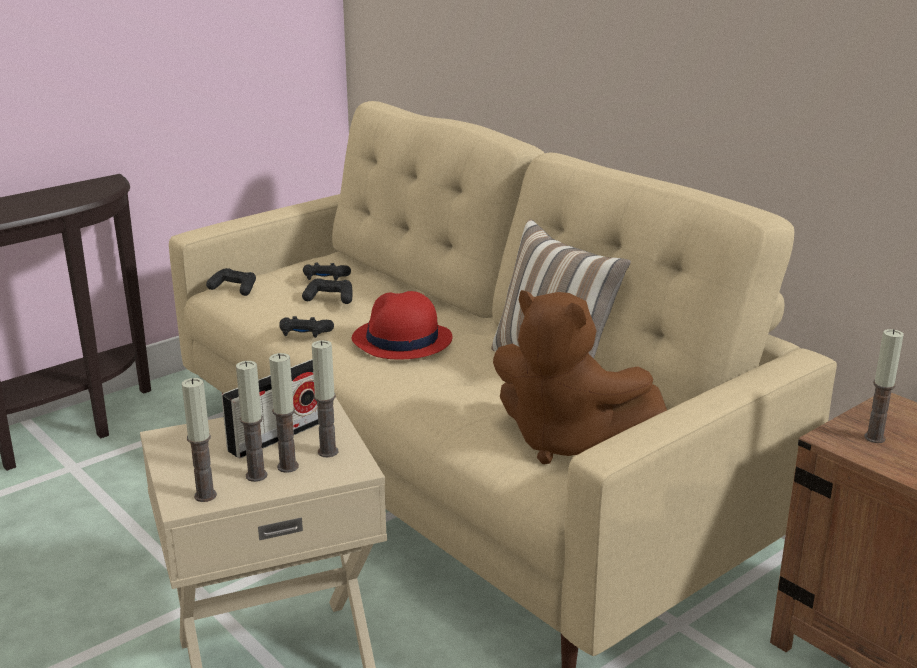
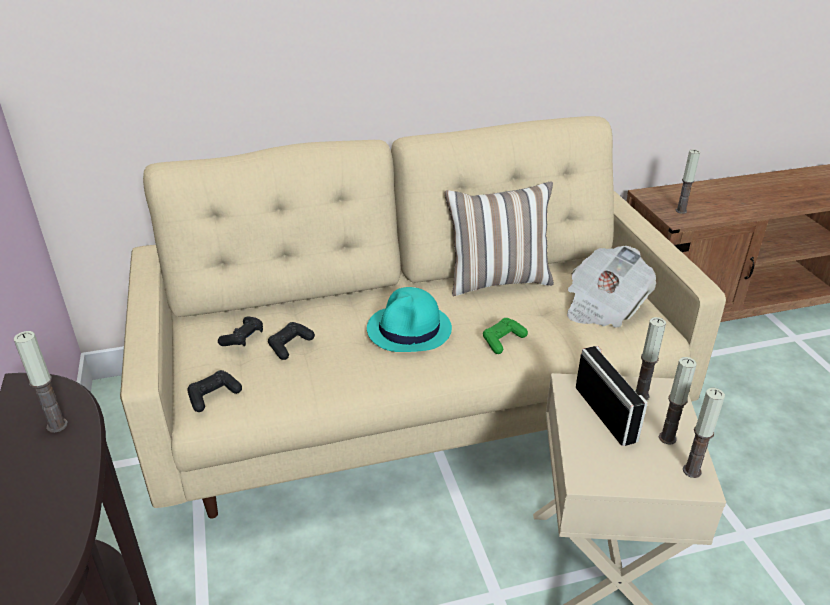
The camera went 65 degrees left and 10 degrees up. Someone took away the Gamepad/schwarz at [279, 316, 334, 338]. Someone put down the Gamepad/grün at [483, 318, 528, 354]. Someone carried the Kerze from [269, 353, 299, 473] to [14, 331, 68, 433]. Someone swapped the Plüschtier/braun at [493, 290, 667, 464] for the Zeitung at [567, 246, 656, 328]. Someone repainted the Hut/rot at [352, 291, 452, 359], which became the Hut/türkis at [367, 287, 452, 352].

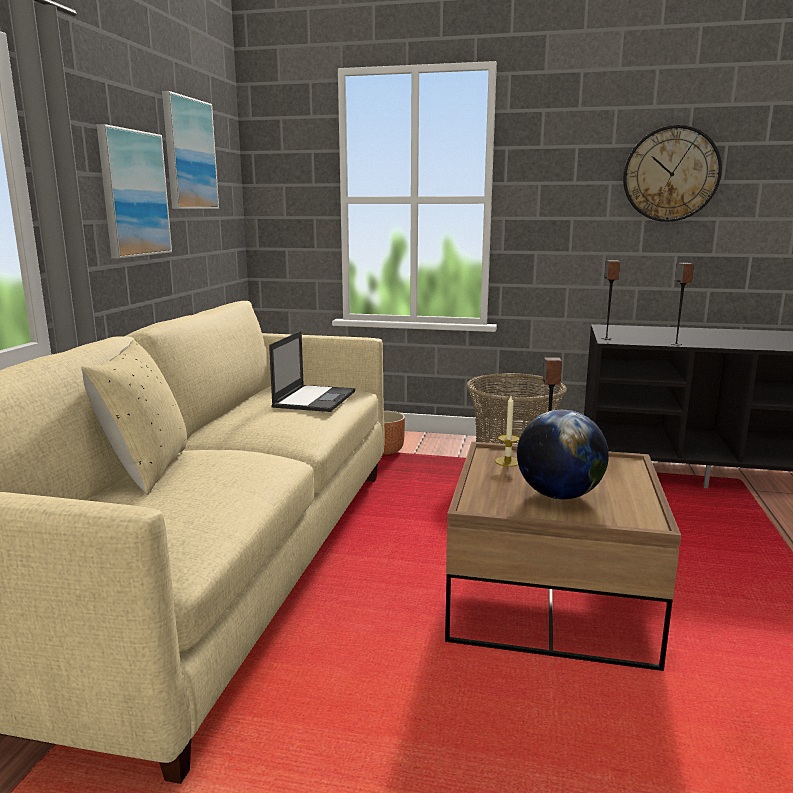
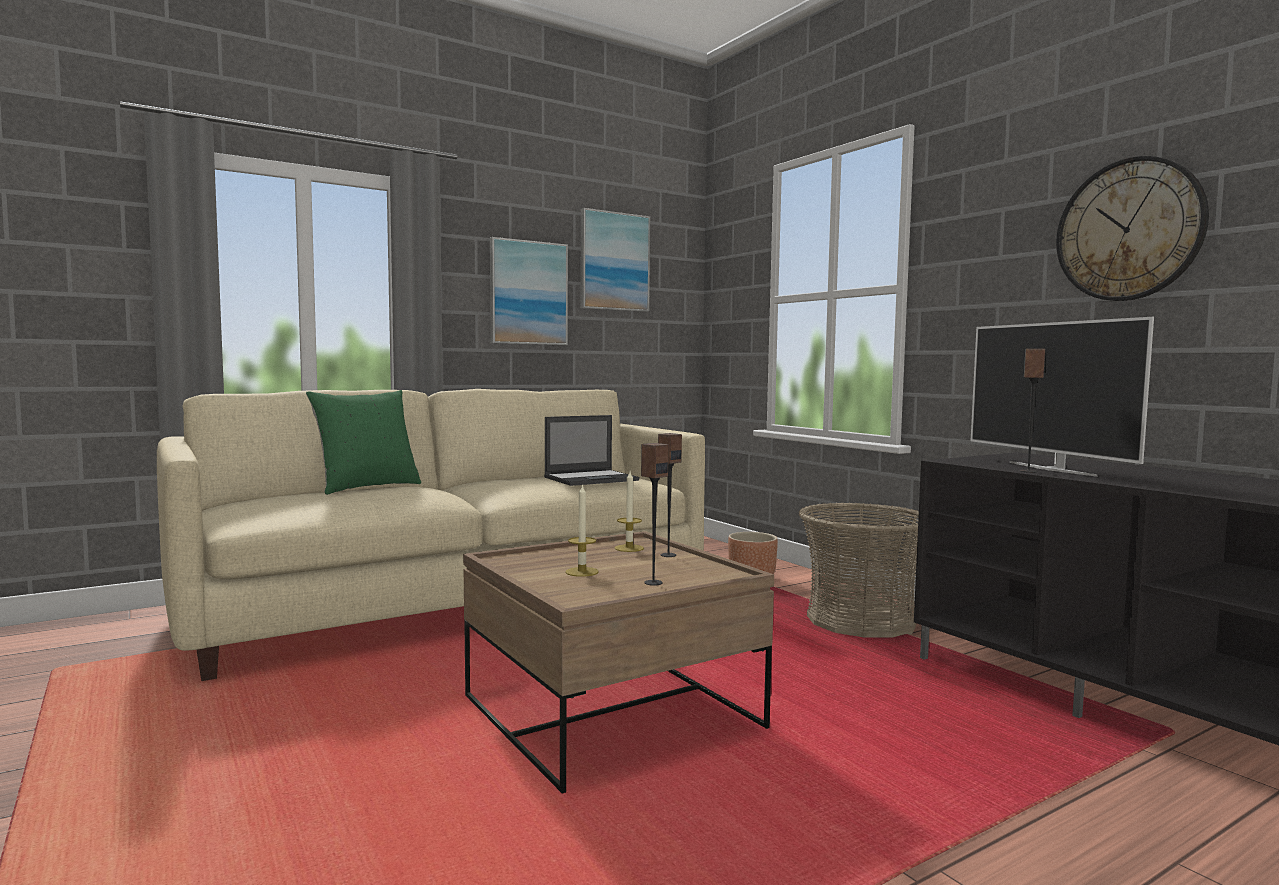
The camera went 45 degrees right and 10 degrees down. Someone put down the Fernseher at [971, 317, 1154, 477]. Someone carried the Lautsprecher from [601, 260, 620, 340] to [641, 443, 669, 586]. Someone swapped the Globus at [517, 410, 609, 499] for the Kerze at [565, 483, 599, 577]. Someone repainted the Kissen/beige at [81, 340, 187, 495], which became the Kissen/grün at [306, 390, 421, 495].

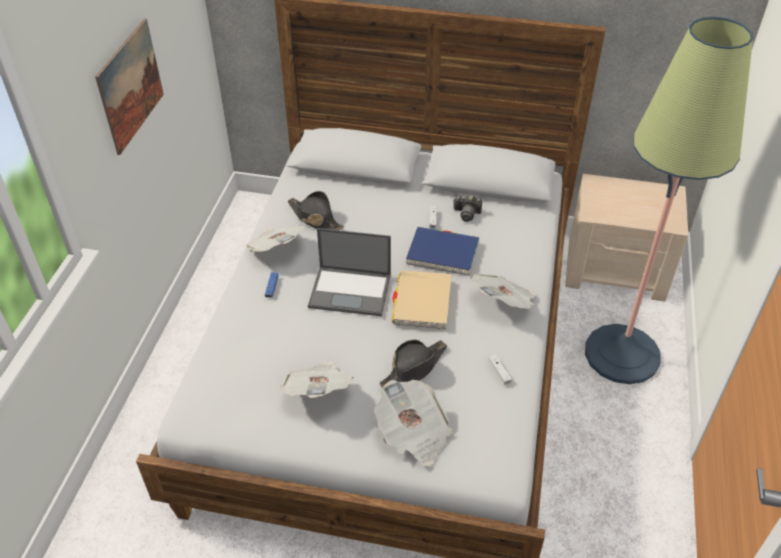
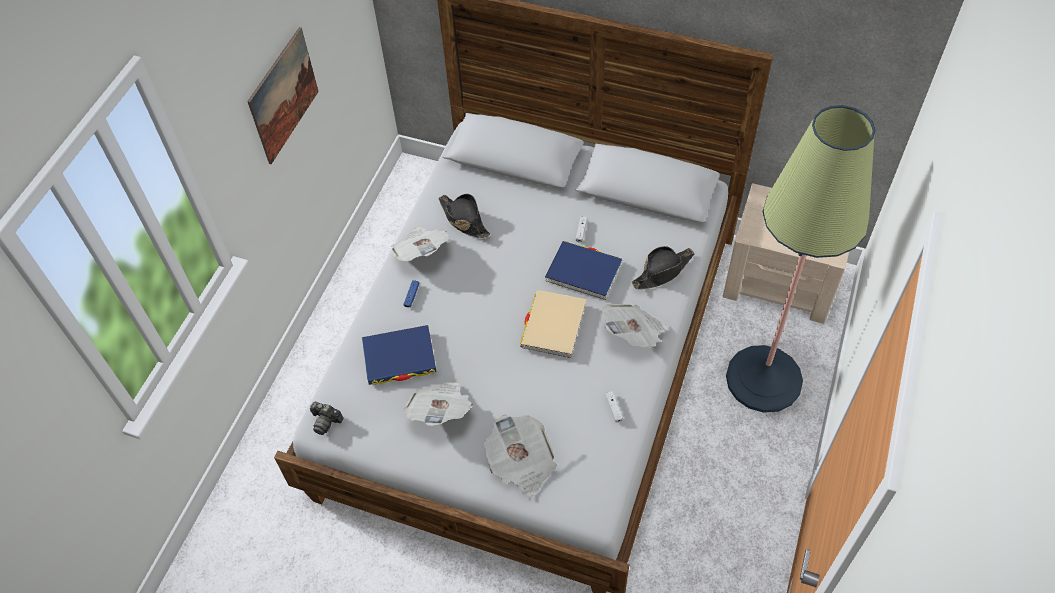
The camera went 10 degrees right and 10 degrees up. Someone took away the Laptop at [308, 228, 391, 316]. Someone put down the Buch/blau at [362, 325, 437, 385]. Someone carried the Hut/schwarz from [380, 340, 447, 388] to [632, 246, 694, 289]. Someone carried the Kamera from [453, 195, 482, 222] to [310, 402, 344, 435].

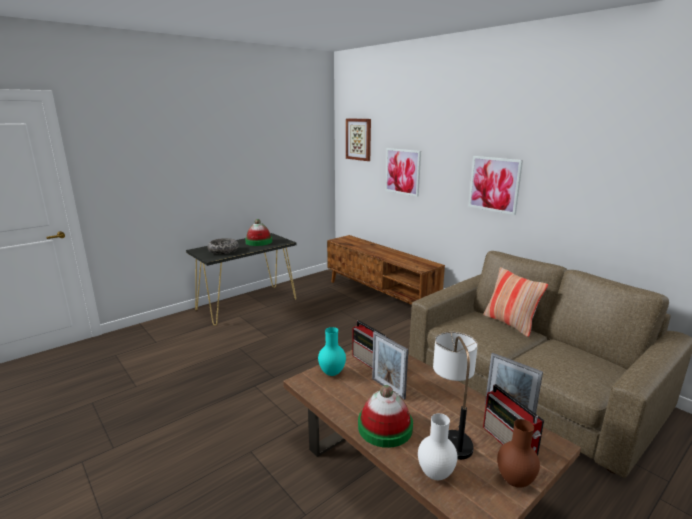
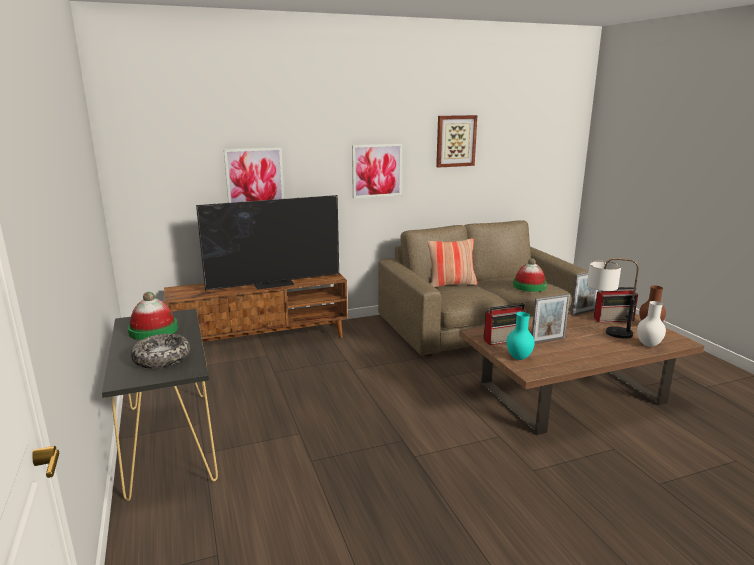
The camera went 70 degrees left and 0 degrees up. Someone put down the Fernseher at [196, 195, 339, 290]. Someone carried the Bild from [346, 118, 371, 161] to [436, 115, 477, 168]. Someone carried the Hut from [358, 385, 413, 448] to [513, 258, 547, 292].

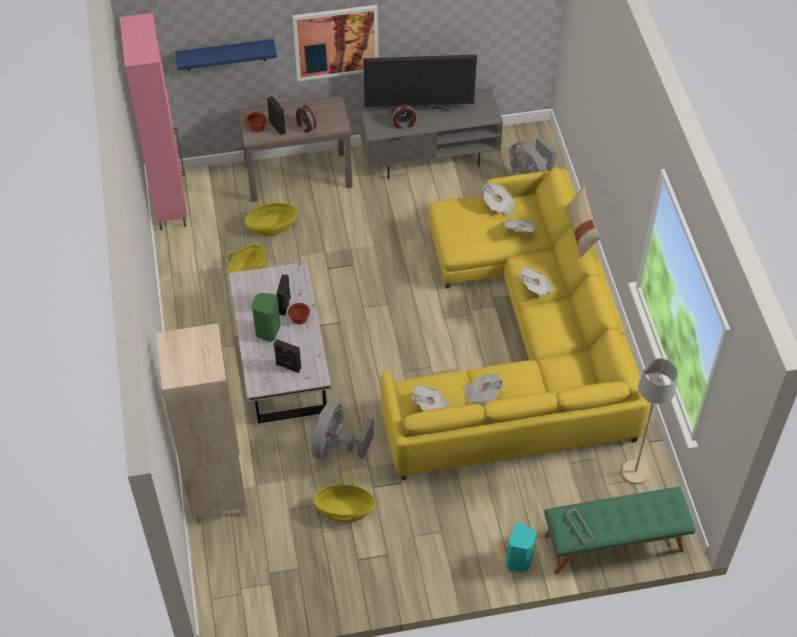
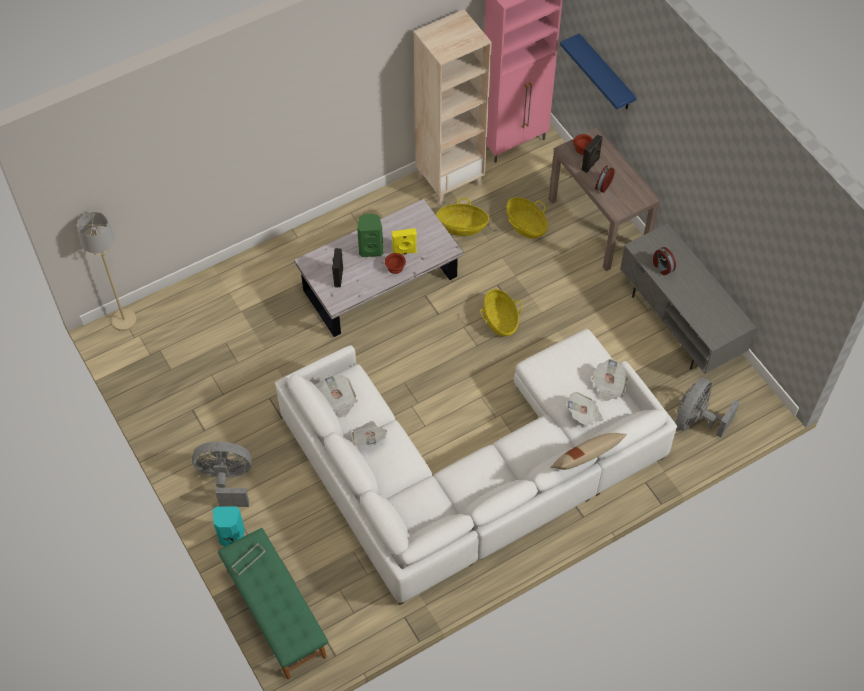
The camera went 70 degrees right and 5 degrees up. Someone took away the Bild at [292, 5, 378, 81]. Someone took away the Fernseher at [363, 55, 477, 113]. Someone took away the Zeitung at [519, 267, 556, 296]. Someone carried the Bücherregal/beige from [156, 323, 247, 524] to [413, 9, 492, 205]. Someone carried the Ventilator/grau from [311, 401, 374, 460] to [192, 442, 252, 507]. Someone carried the Korb from [314, 477, 376, 523] to [480, 289, 523, 336]. Someone carried the Stehlampe/beige from [622, 358, 678, 484] to [77, 212, 137, 331]. Someone repainted the Lautsprecher/schwarz at [276, 274, 291, 316], which became the Lautsprecher/gelb at [392, 228, 417, 255]. Someone repainted the Sofa/gelb at [381, 167, 649, 480], which became the Sofa/weiß at [275, 329, 677, 605].

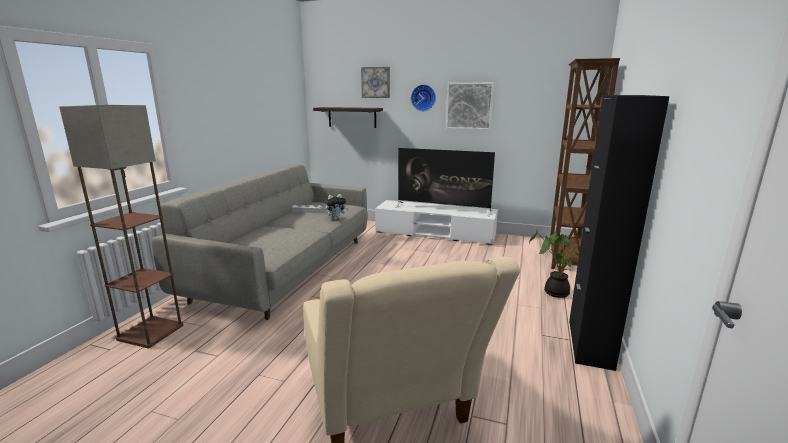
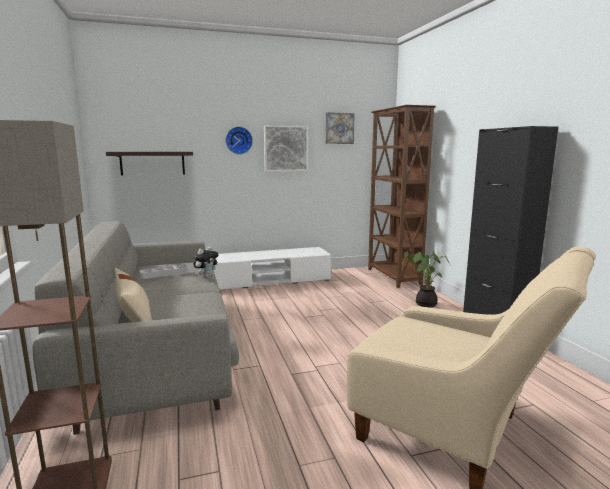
The camera went 35 degrees left and 5 degrees down. Someone took away the Fernseher at [396, 148, 495, 216]. Someone put down the Kissen/beige at [115, 268, 152, 322]. Someone carried the Bild from [361, 67, 390, 98] to [325, 112, 355, 144].

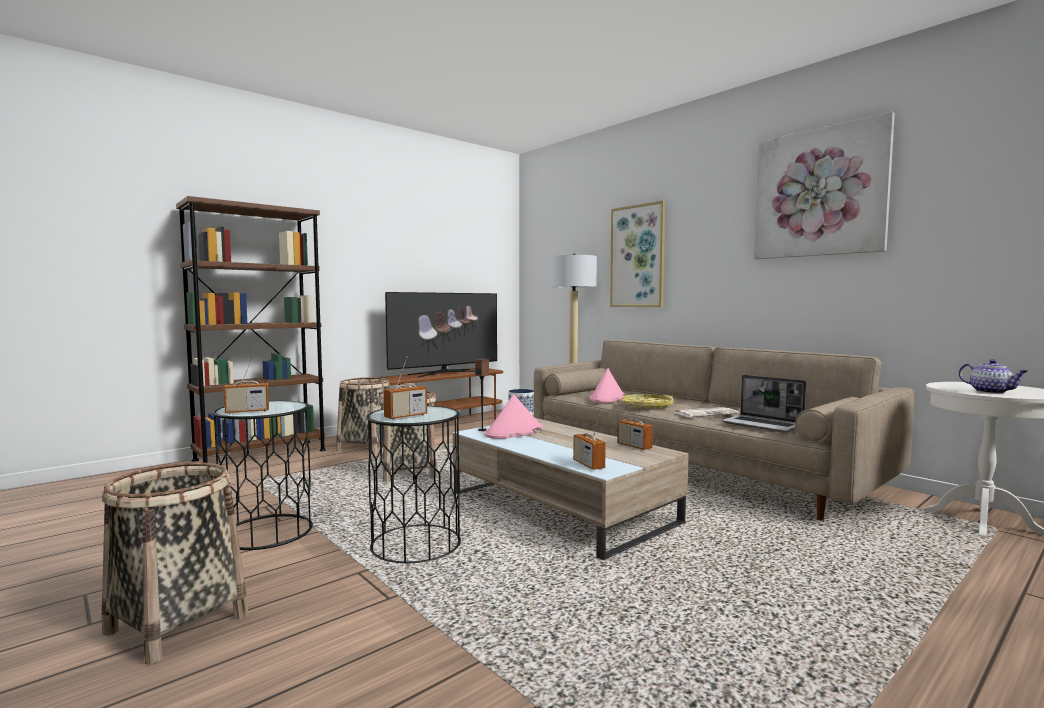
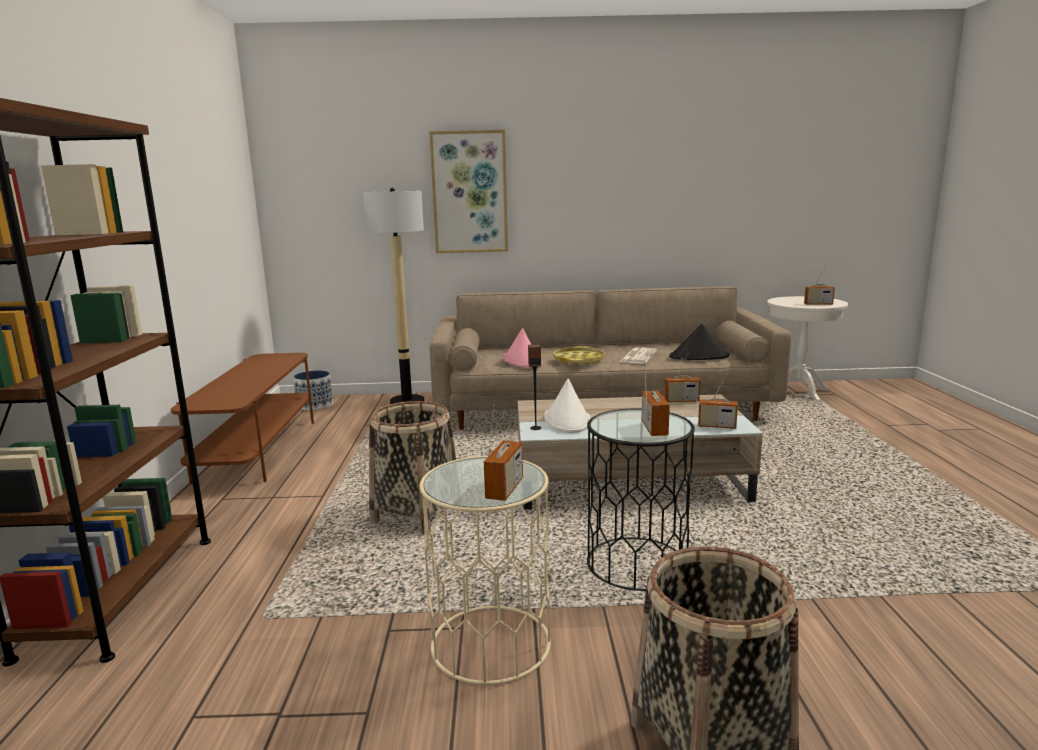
The camera went 50 degrees left and 10 degrees up. Someone took away the Korb at [336, 377, 390, 454]. Someone took away the Fernseher at [385, 292, 497, 378]. Someone took away the Bild at [754, 112, 895, 259]. Someone swapped the Laptop at [722, 375, 806, 433] for the Hut/schwarz at [669, 324, 729, 360]. Someone swapped the Teekanne at [959, 359, 1028, 394] for the Radio at [804, 266, 835, 305]. Someone repainted the Beistelltisch/schwarz at [213, 401, 313, 550], which became the Beistelltisch/beige at [419, 456, 551, 685]. Someone repainted the Hut/rosa at [484, 394, 543, 439], which became the Hut/weiß at [544, 378, 590, 433].

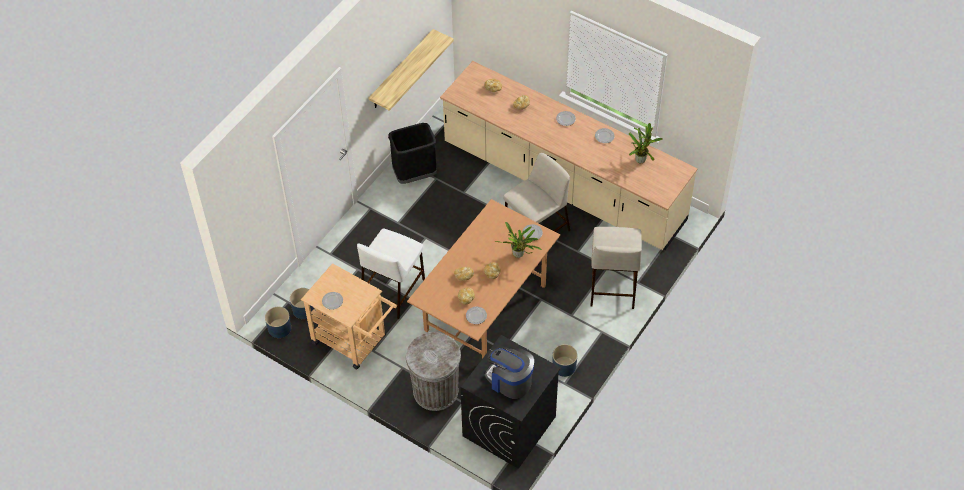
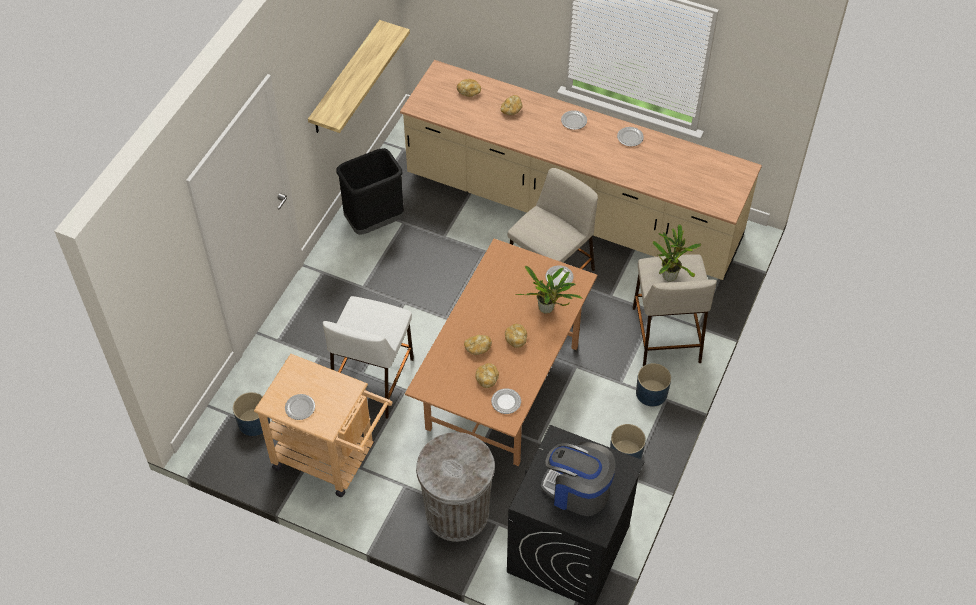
The camera went 10 degrees left and 0 degrees up. Someone carried the Pflanzkübel/blau from [265, 307, 291, 338] to [636, 363, 671, 406]. Someone carried the Topfpflanze from [629, 123, 663, 163] to [653, 224, 701, 281].

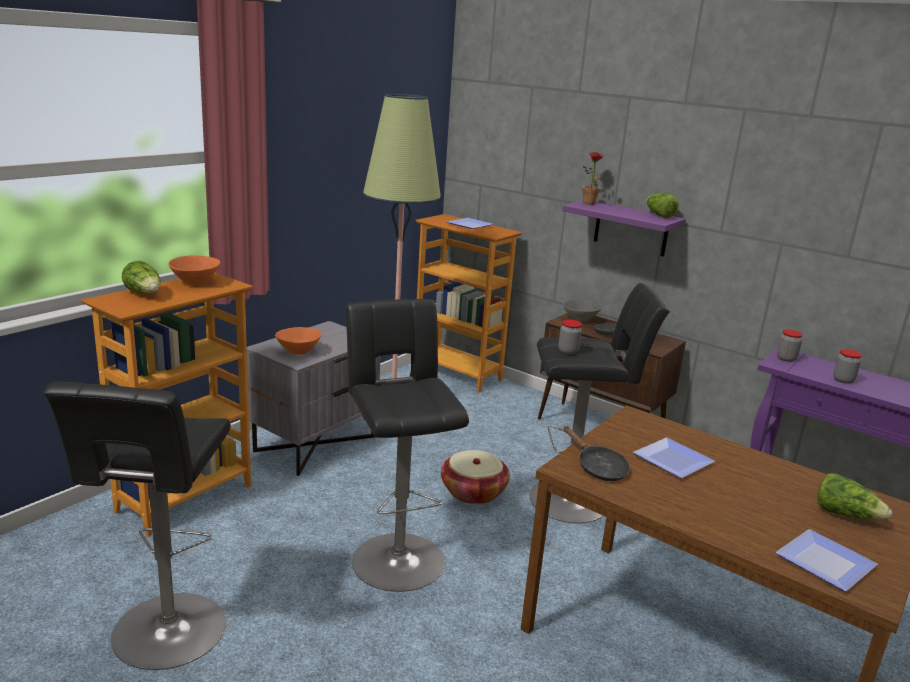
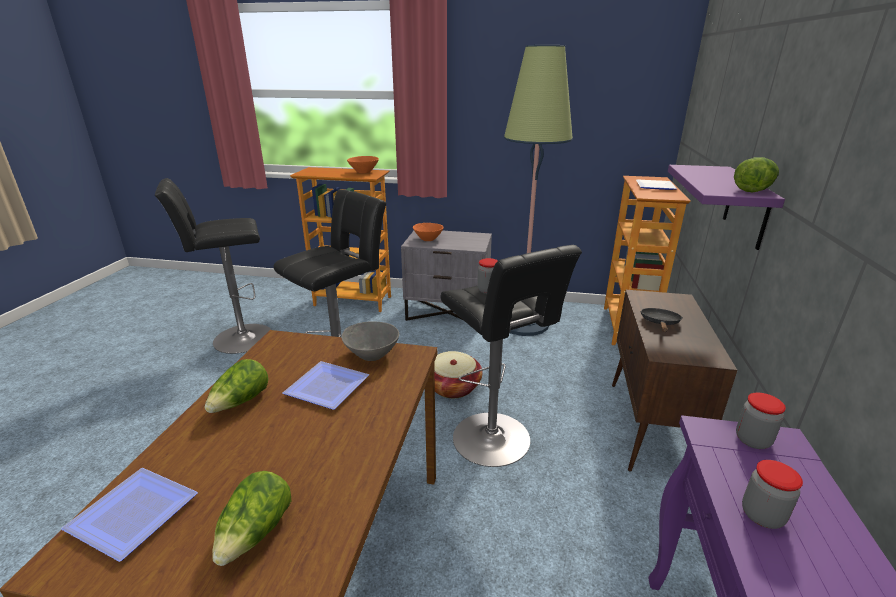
The camera went 65 degrees right and 5 degrees up. Someone took away the Pfanne/schwarz at [564, 426, 630, 481]. Someone took away the Topfpflanze at [582, 152, 610, 205]. Someone carried the Salatkopf from [122, 261, 161, 293] to [205, 359, 268, 413]. Someone carried the Schüssel/grau from [563, 299, 602, 322] to [341, 322, 399, 361].

